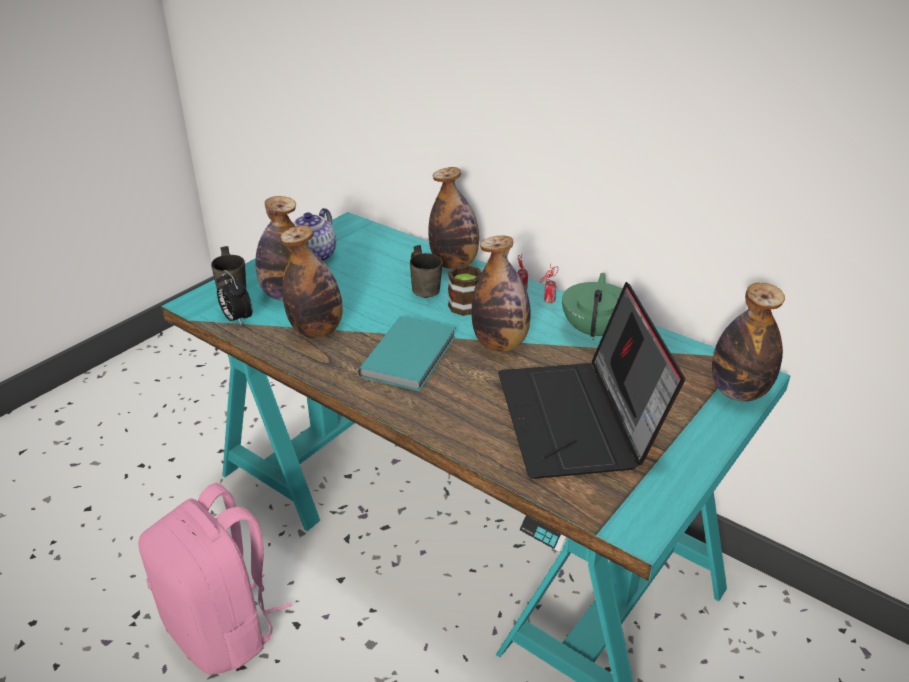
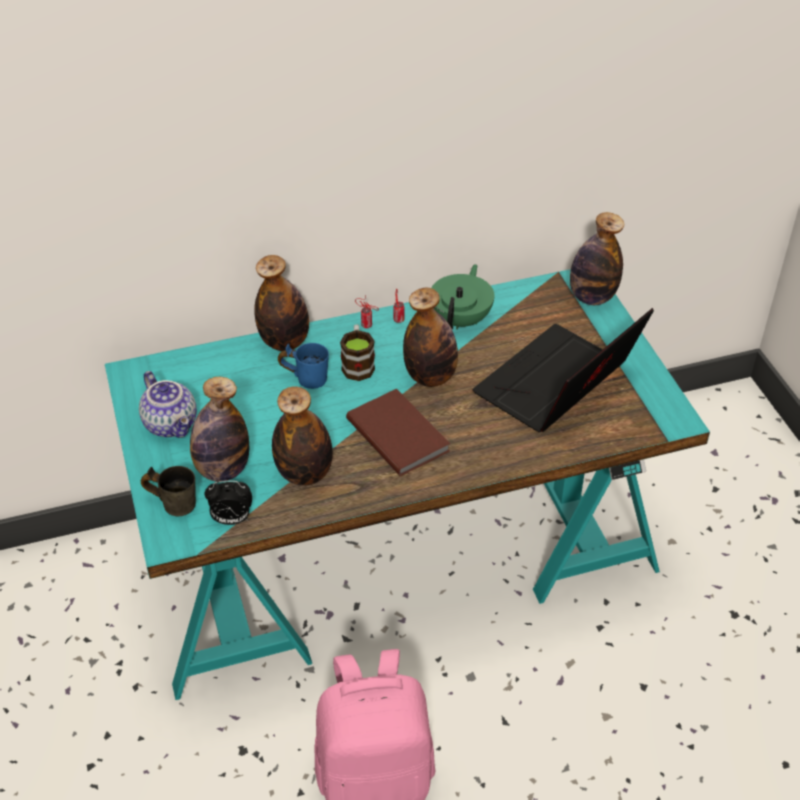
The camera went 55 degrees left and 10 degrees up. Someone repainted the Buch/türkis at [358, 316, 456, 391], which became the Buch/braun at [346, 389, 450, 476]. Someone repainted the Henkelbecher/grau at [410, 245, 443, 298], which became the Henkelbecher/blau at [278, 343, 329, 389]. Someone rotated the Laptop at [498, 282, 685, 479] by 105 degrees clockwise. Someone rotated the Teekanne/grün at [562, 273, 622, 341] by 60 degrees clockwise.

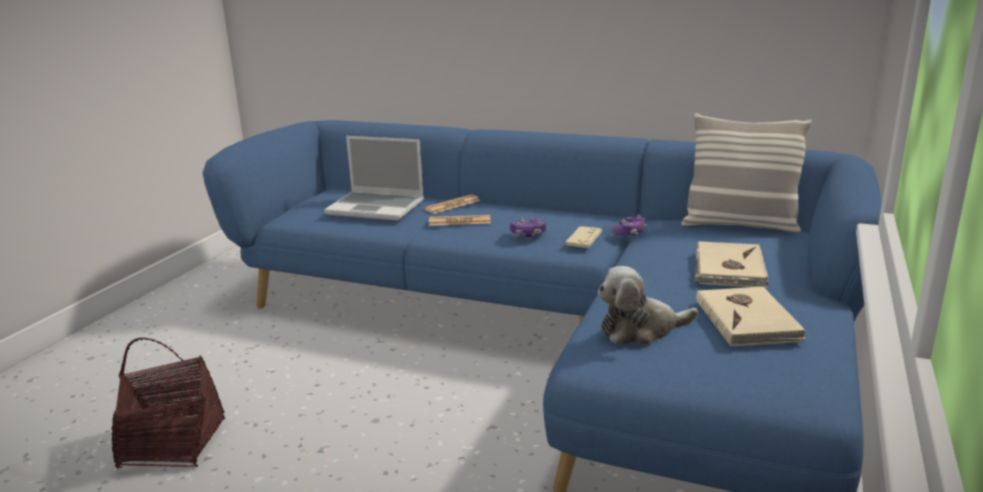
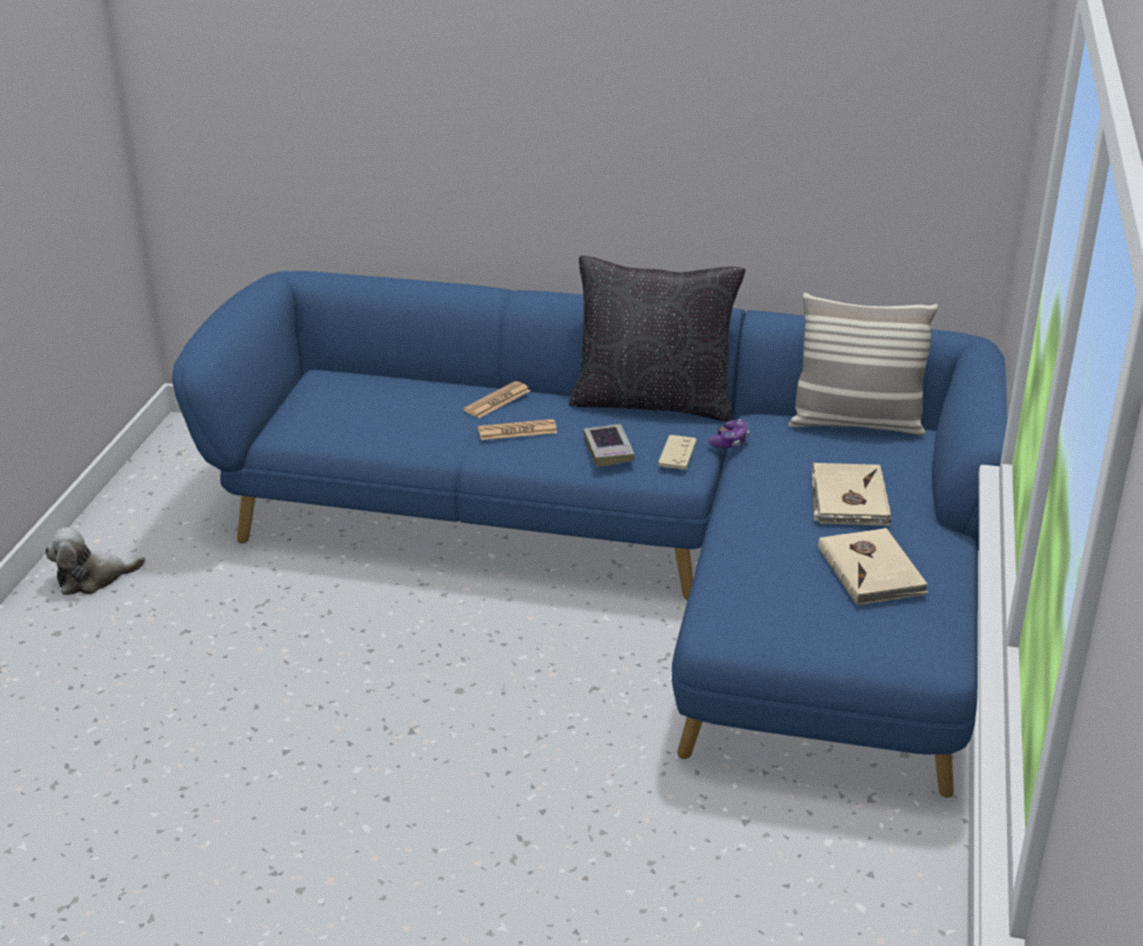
The camera went 10 degrees left and 10 degrees up. Someone took away the Korb at [111, 338, 225, 468]. Someone took away the Laptop at [324, 136, 424, 221]. Someone put down the Kissen/schwarz at [569, 256, 745, 421]. Someone carried the Plüschtier from [598, 266, 698, 345] to [45, 527, 145, 595]. Someone swapped the Gamepad at [510, 218, 546, 237] for the Buch at [584, 424, 635, 467].

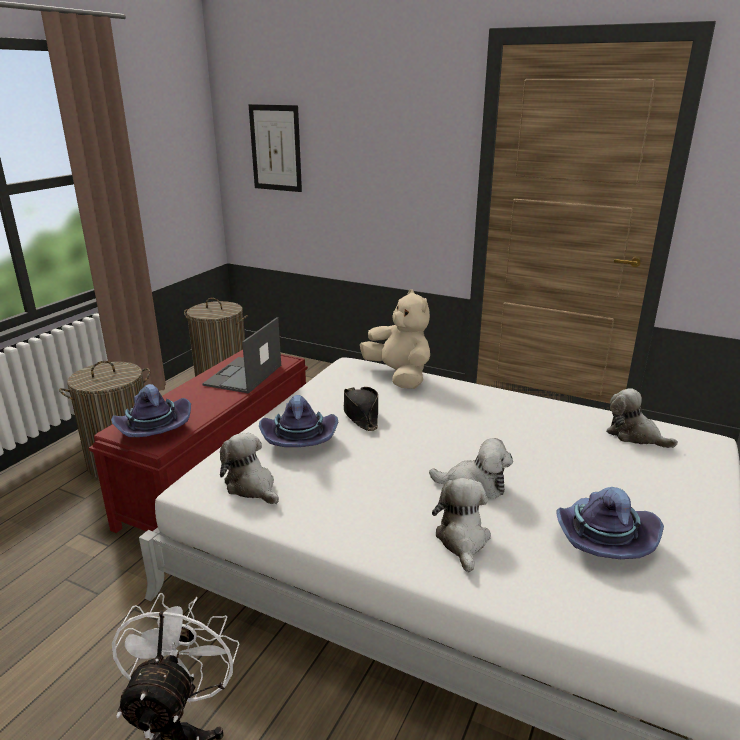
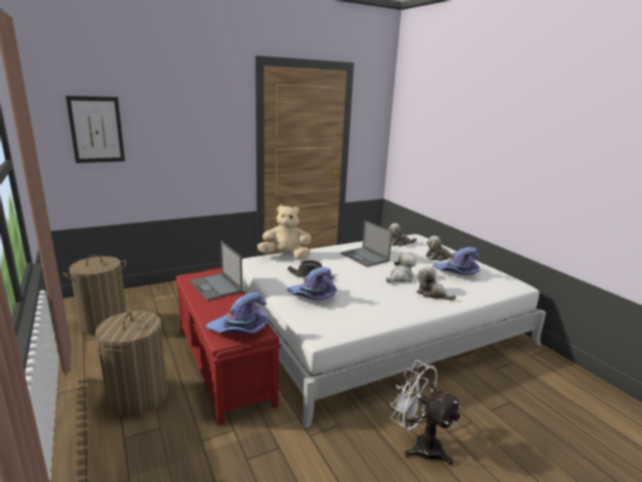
The camera went 55 degrees left and 5 degrees down. Someone put down the Laptop at [341, 220, 393, 267]. Someone carried the Plüschtier from [220, 433, 279, 504] to [426, 236, 455, 261].

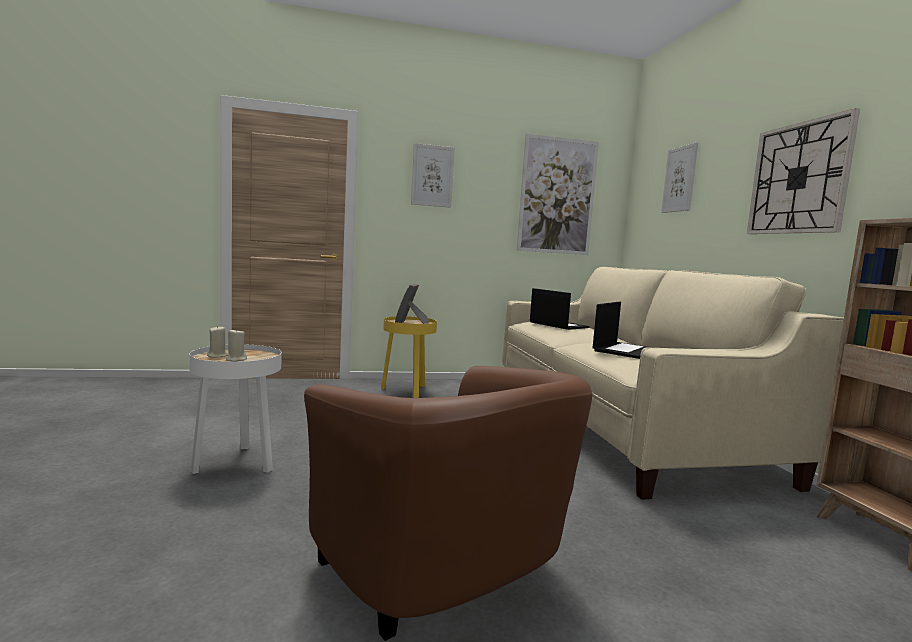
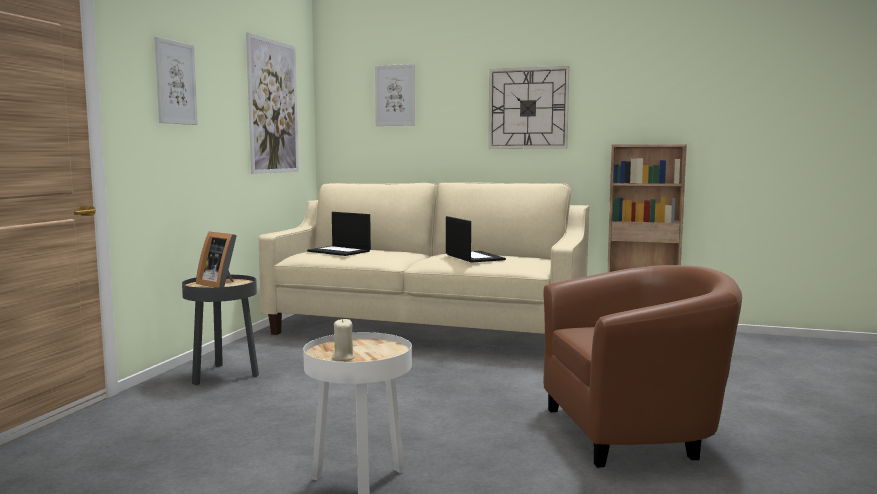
The camera went 60 degrees left and 0 degrees up. Someone took away the Kerze/beige at [226, 328, 247, 362]. Someone repainted the Beistelltisch/gelb at [381, 316, 437, 398], which became the Beistelltisch/schwarz at [182, 275, 259, 385]. Someone rotated the Laptop at [530, 288, 589, 330] by 135 degrees counterclockwise.

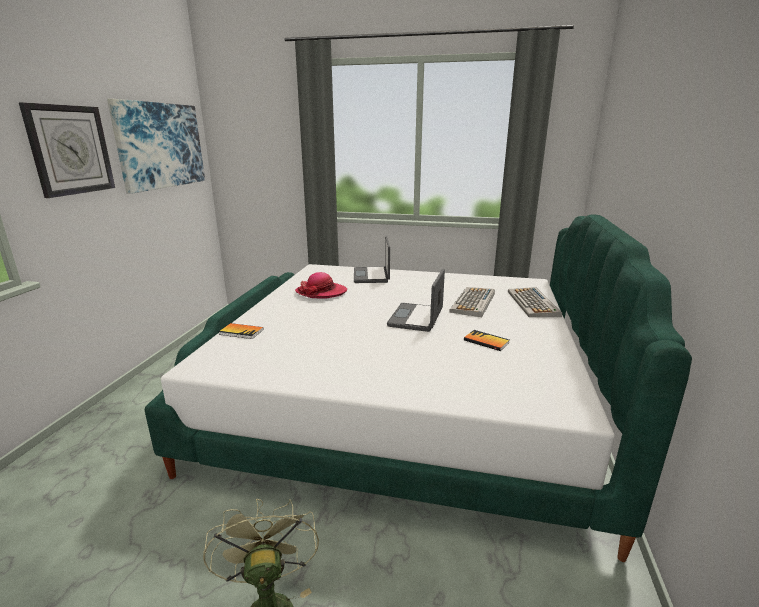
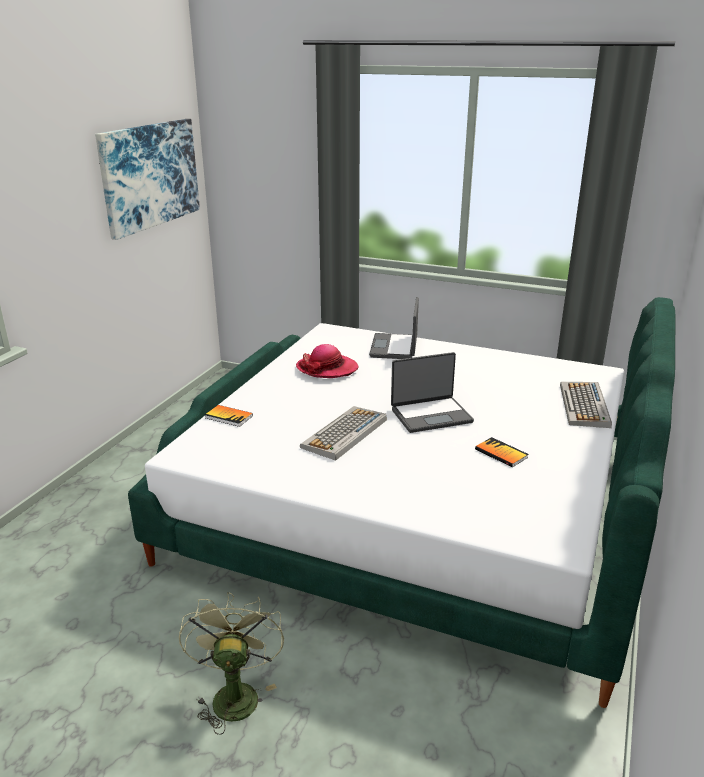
The camera went 10 degrees right and 5 degrees up. Someone took away the Wanduhr at [19, 102, 115, 198]. Someone carried the Tastatur from [449, 287, 495, 317] to [300, 406, 387, 461]. Someone rotated the Laptop at [387, 269, 445, 332] by 135 degrees counterclockwise.

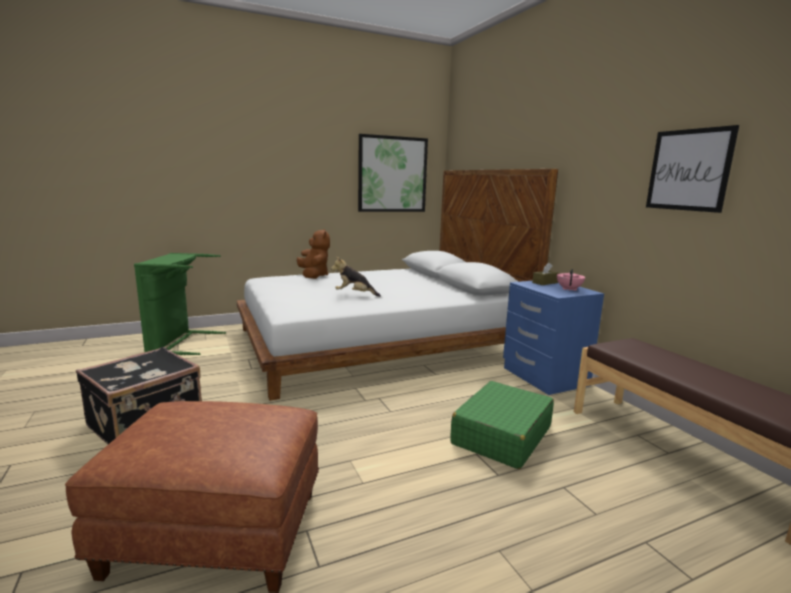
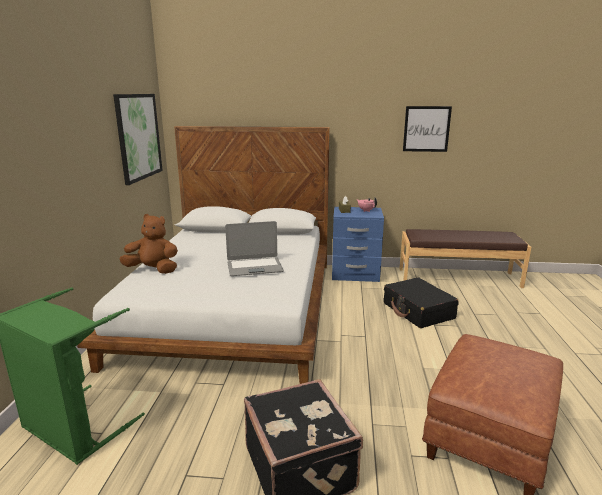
The camera went 60 degrees left and 5 degrees up. Someone swapped the Plüschtier at [331, 257, 381, 297] for the Laptop at [225, 221, 284, 276]. Someone repainted the Koffer/grün at [450, 381, 554, 469], which became the Koffer/schwarz at [384, 277, 459, 328].

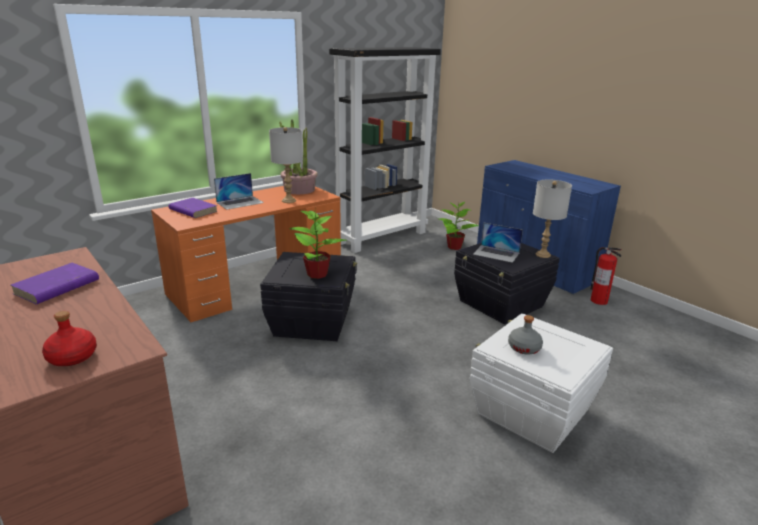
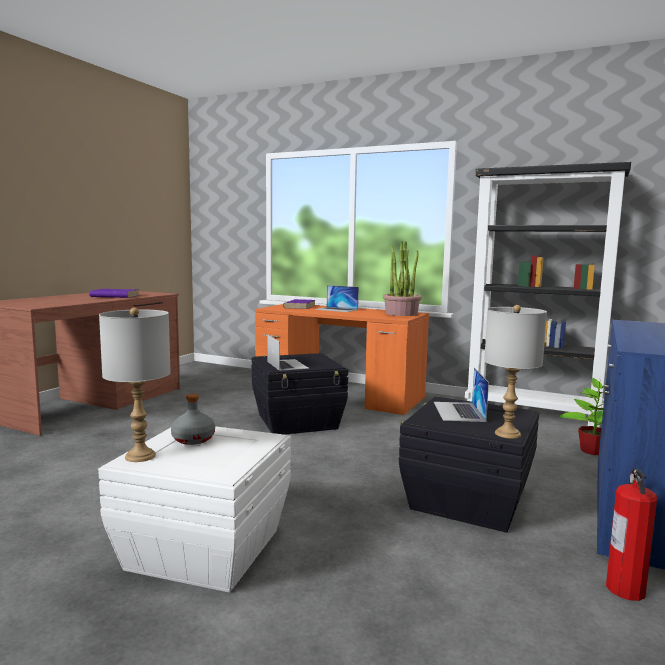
The camera went 65 degrees right and 15 degrees down. Someone took away the Flasche/rot at [42, 311, 97, 366]. Someone carried the Tischlampe/grau from [269, 127, 303, 203] to [99, 307, 171, 462]. Someone swapped the Topfpflanze at [290, 211, 347, 279] for the Laptop at [267, 334, 309, 371].

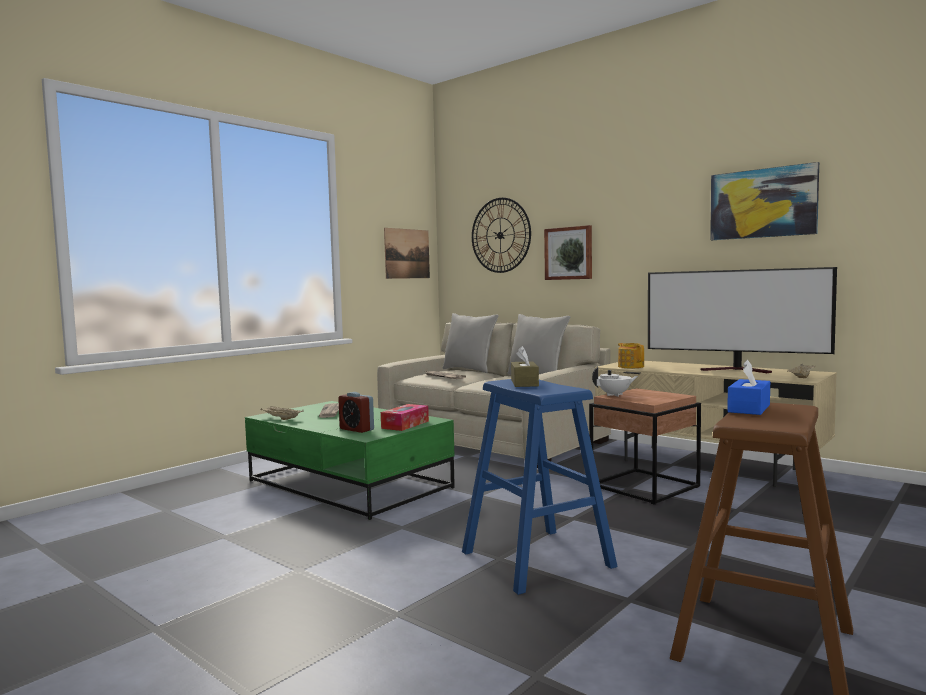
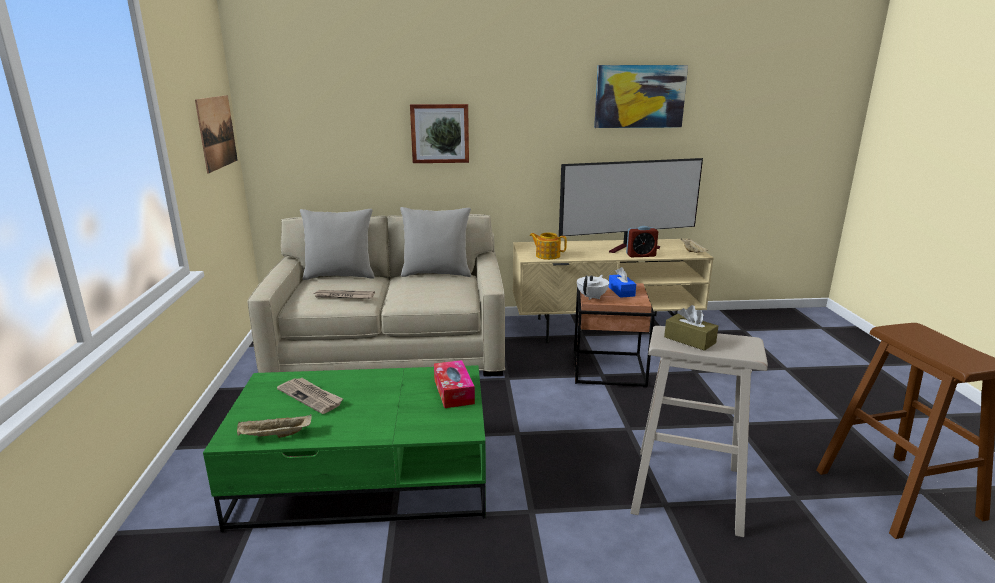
The camera went 45 degrees left and 15 degrees up. Someone took away the Wanduhr at [472, 198, 531, 273]. Someone carried the Wecker from [338, 392, 374, 433] to [626, 226, 658, 257]. Someone carried the Taschentuchbox/blau from [727, 360, 770, 415] to [609, 267, 636, 298]. Someone repainted the Hocker/blau at [462, 379, 617, 595], which became the Hocker/beige at [630, 326, 768, 537].

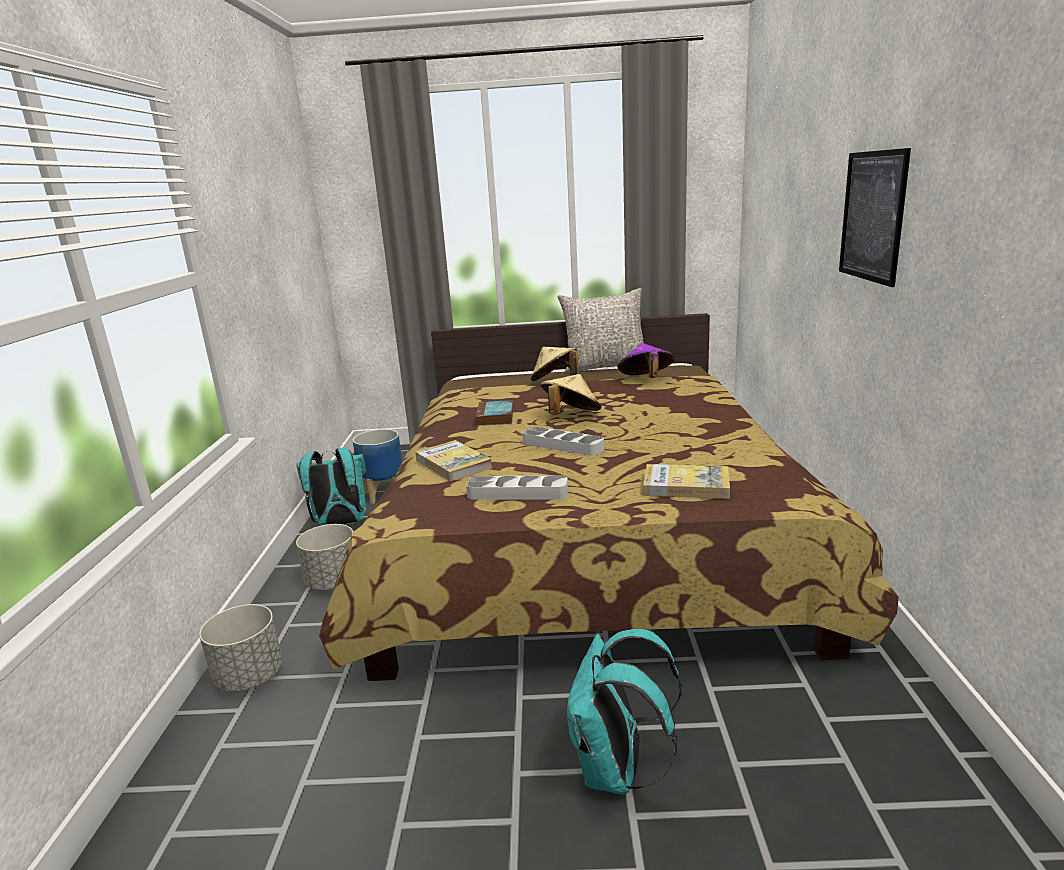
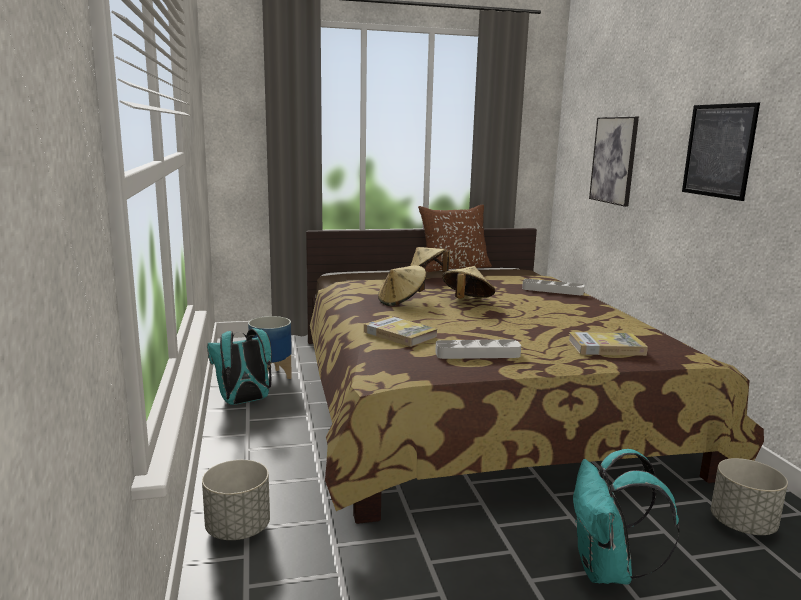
The camera went 15 degrees left and 5 degrees down. Someone took away the Hut/lila at [618, 343, 674, 378]. Someone put up the Bild at [589, 116, 639, 207]. Someone carried the Pflanzkübel/grau from [296, 524, 353, 590] to [711, 458, 788, 535]. Someone carried the Tablett/grau from [522, 427, 604, 456] to [522, 279, 585, 295]. Someone swapped the Buch at [475, 400, 514, 426] for the Hut/beige at [378, 265, 427, 306]. Someone repainted the Kissen/grau at [557, 288, 644, 373], which became the Kissen/braun at [418, 204, 492, 272].

